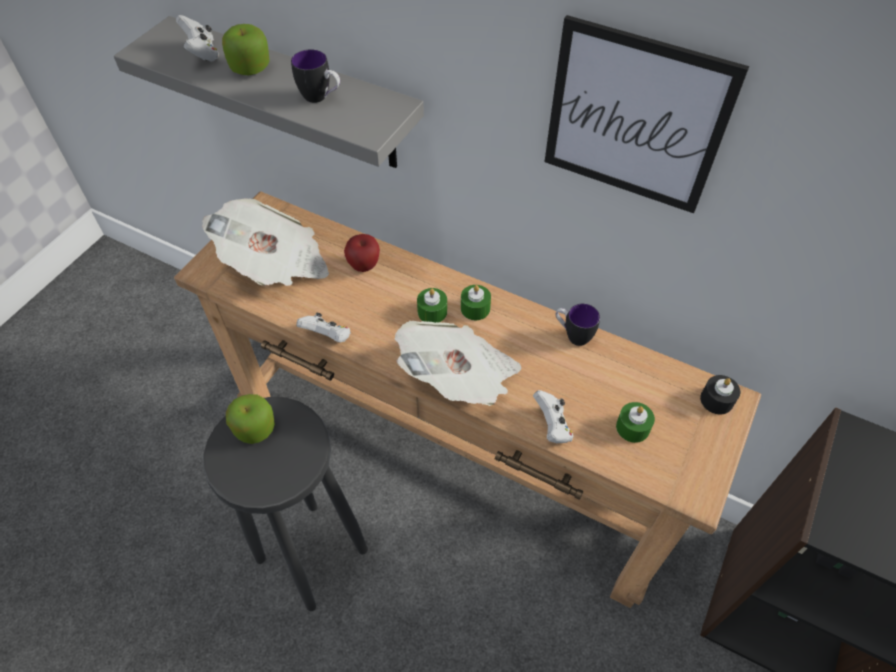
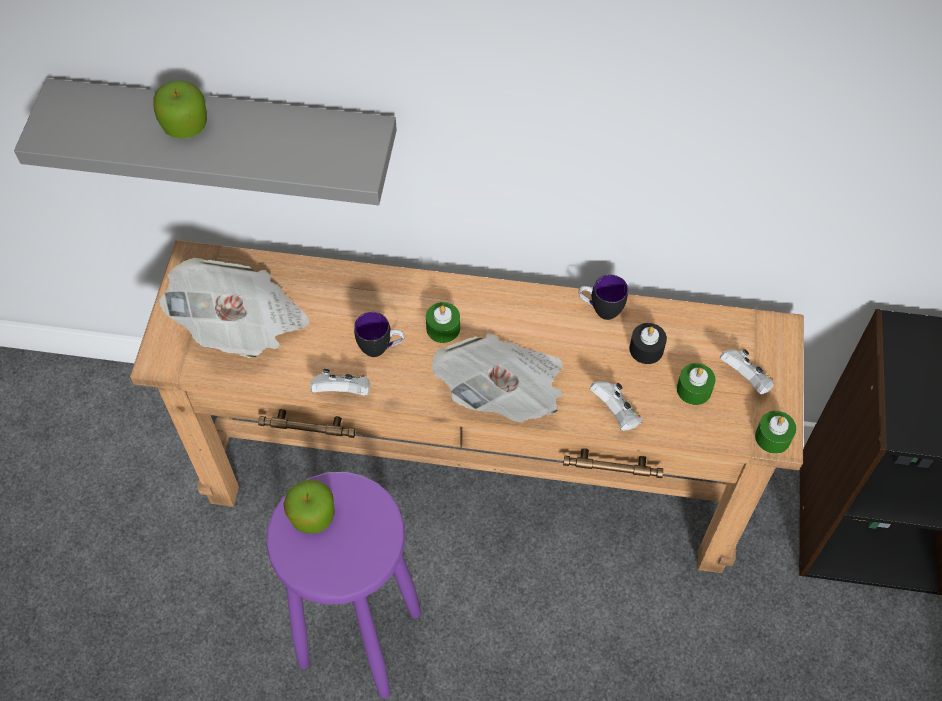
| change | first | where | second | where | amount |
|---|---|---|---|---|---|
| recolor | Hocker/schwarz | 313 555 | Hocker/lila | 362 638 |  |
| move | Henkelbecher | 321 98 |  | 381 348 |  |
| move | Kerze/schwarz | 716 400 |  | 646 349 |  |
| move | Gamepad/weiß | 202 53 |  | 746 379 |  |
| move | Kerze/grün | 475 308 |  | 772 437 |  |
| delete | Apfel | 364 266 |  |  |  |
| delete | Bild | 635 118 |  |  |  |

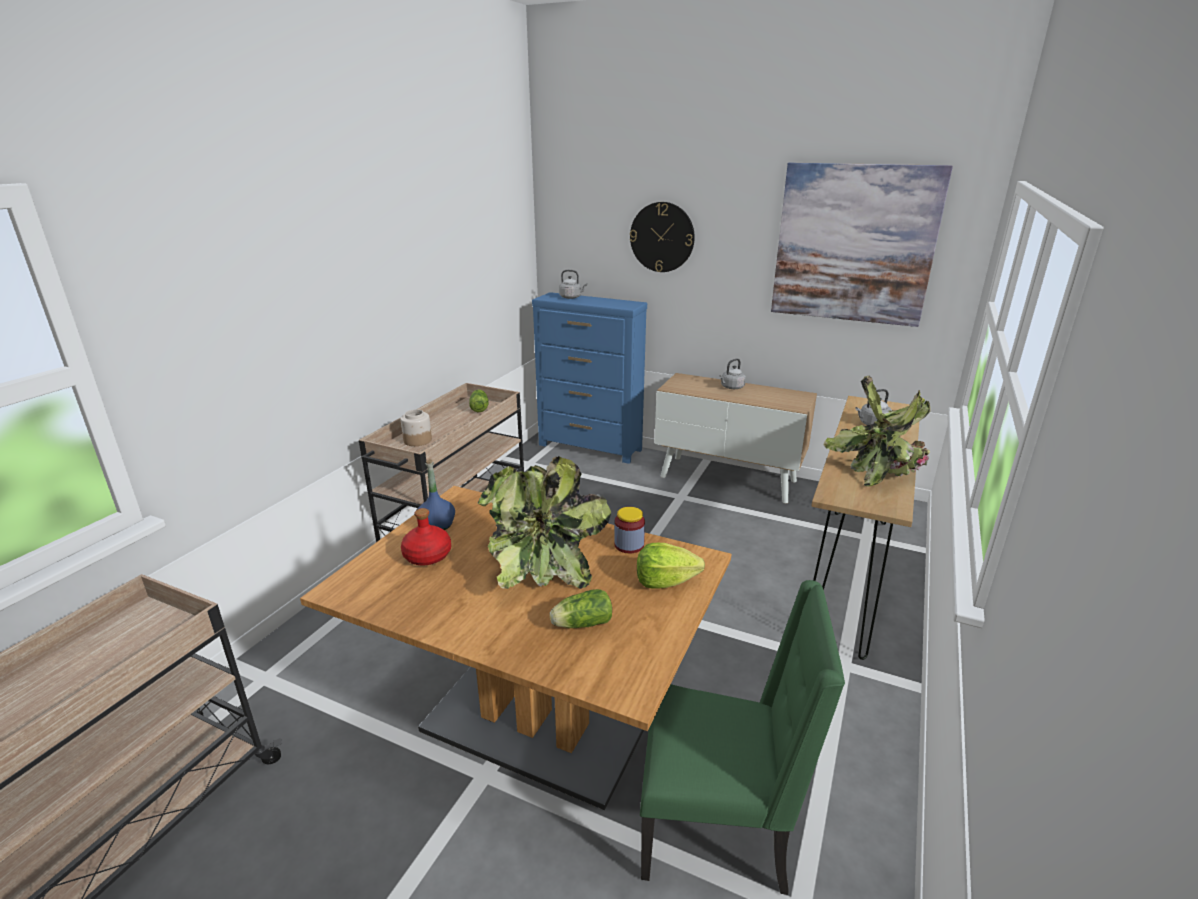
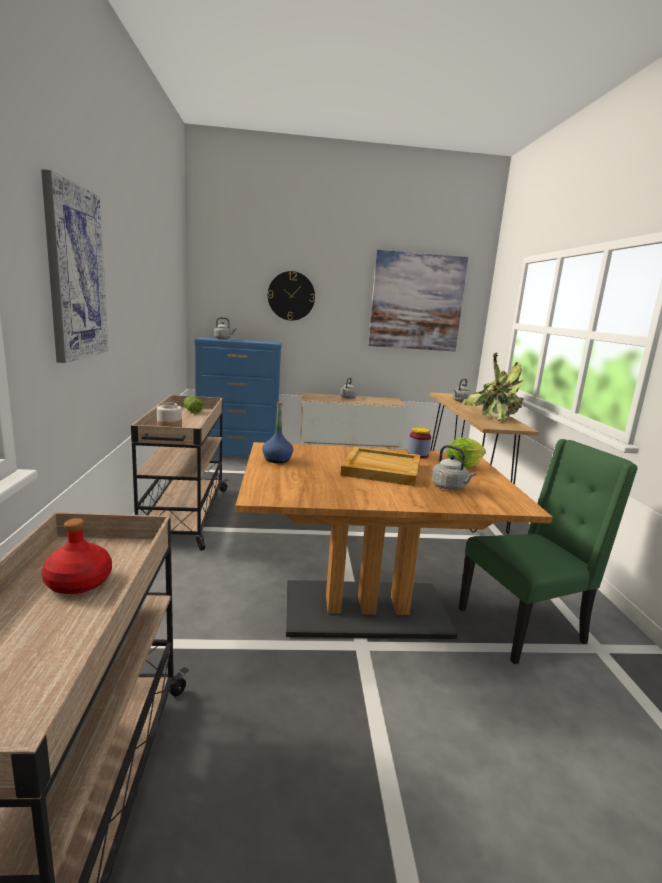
| change | first | where | second | where | amount |
|---|---|---|---|---|---|
| insert |  |  | Bild | 75 273 |  |
| move | Flasche/rot | 427 556 |  | 78 583 |  |
| replace | Topfpflanze | 537 567 | Tablett/beige | 381 469 |  |
| replace | Salatkopf | 580 624 | Wasserkessel/grau | 450 487 |  |

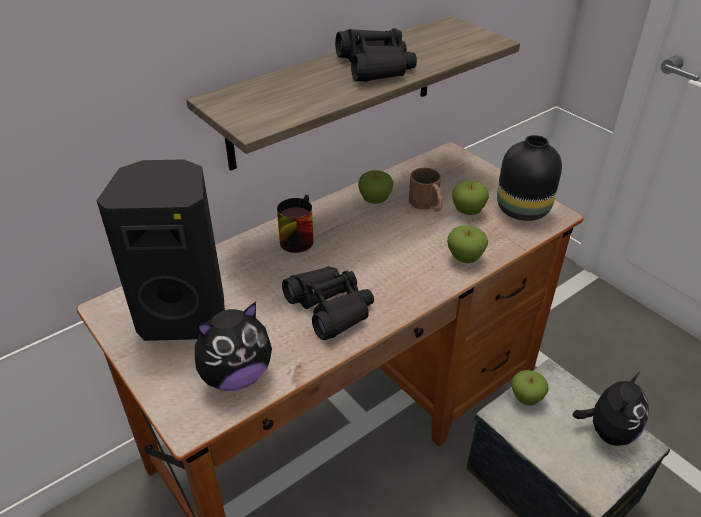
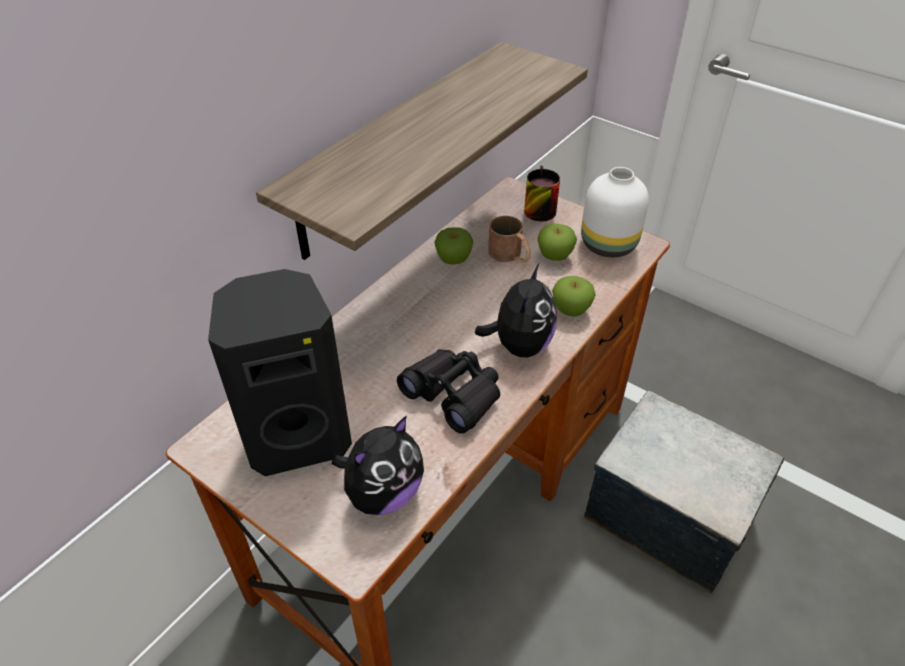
| change | first | where | second | where | amount |
|---|---|---|---|---|---|
| move | Plüschtier | 608 431 |  | 519 345 |  |
| move | Henkelbecher | 296 237 |  | 536 208 |  |
| recolor | Vase/schwarz | 524 210 | Vase/weiß | 610 245 |  |
| delete | Fernglas/schwarz | 375 66 |  |  |  |
| delete | Apfel | 526 398 |  |  |  |

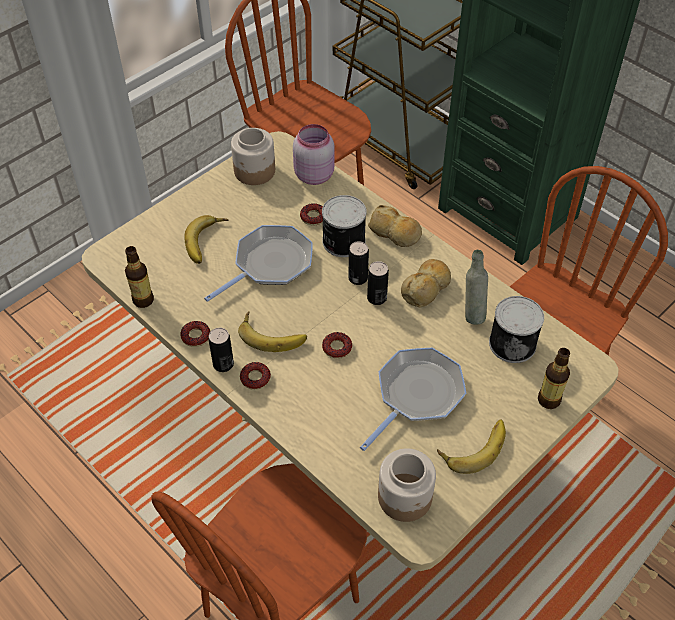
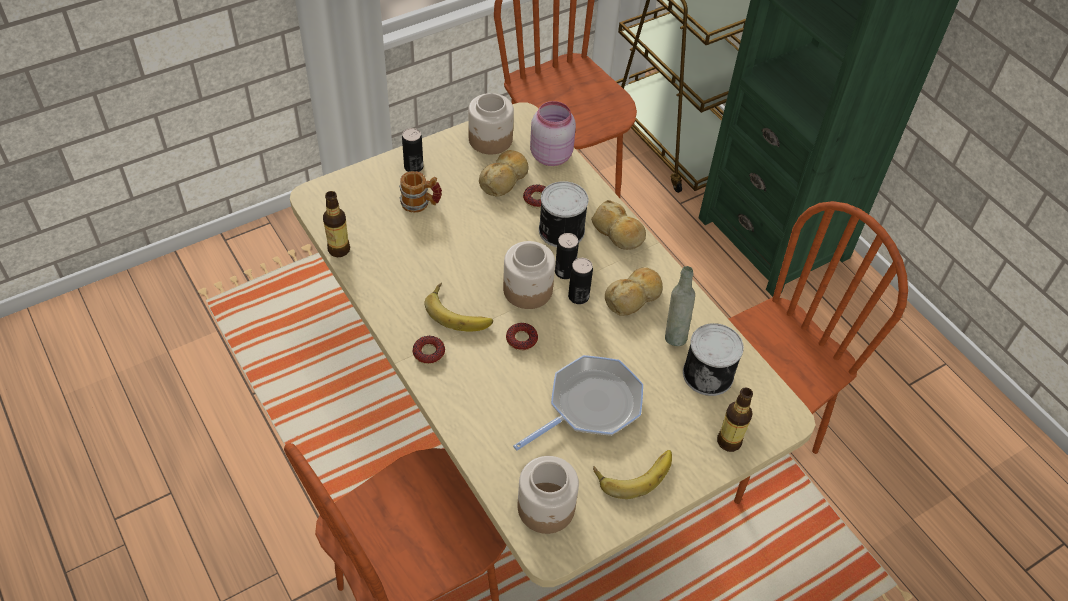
| change | first | where | second | where | amount |
|---|---|---|---|---|---|
| replace | Banane | 207 242 | Henkelbecher | 421 203 |  |
| move | Dose | 223 364 |  | 413 167 |  |
| insert |  |  | Brot | 504 179 |  |
| insert |  |  | Vorratsglas | 527 290 |  |
| delete | Donut | 196 336 |  |  |  |
| delete | Pfanne | 270 264 |  |  |  |

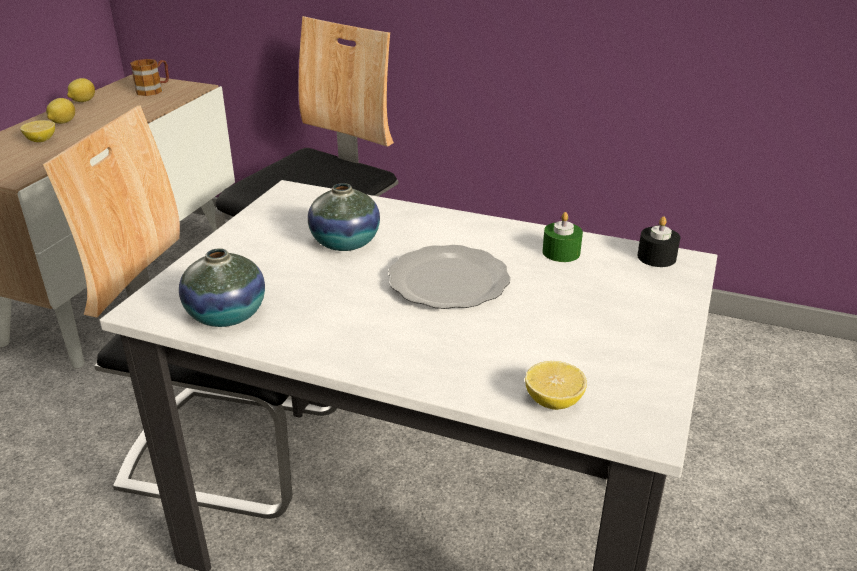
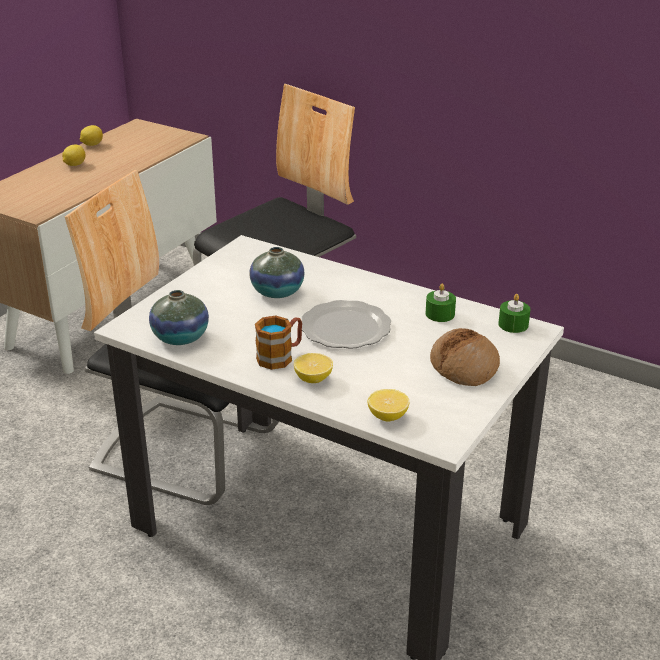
| change | first | where | second | where | amount |
|---|---|---|---|---|---|
| move | Henkelbecher | 154 90 |  | 280 356 |  |
| move | Zitrone | 41 140 |  | 313 379 |  |
| insert |  |  | Brot | 464 367 |  |
| recolor | Kerze/schwarz | 656 257 | Kerze/grün | 513 324 |  |

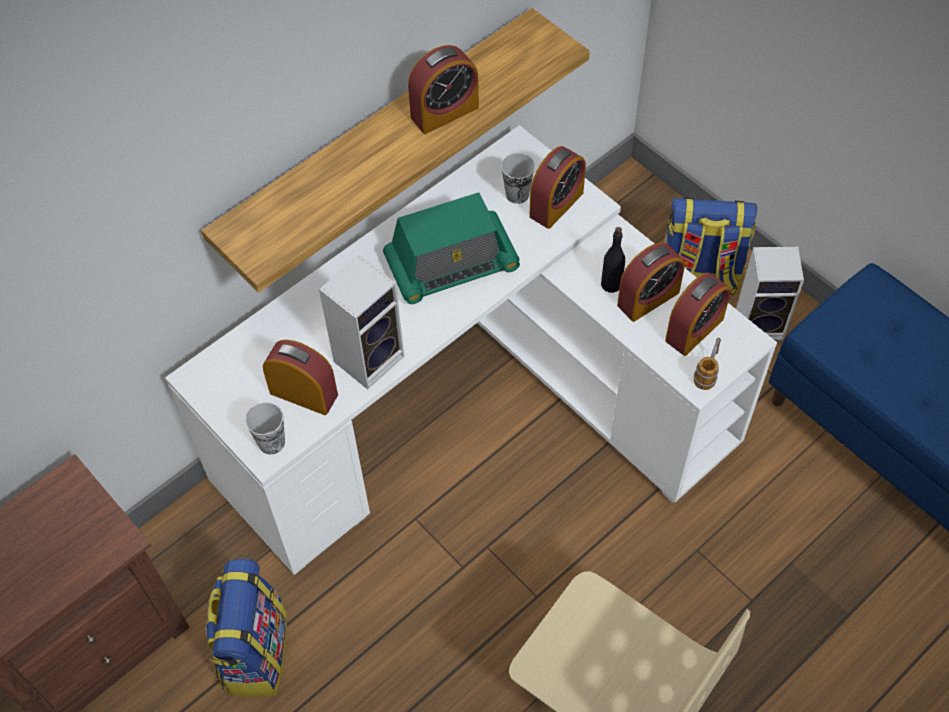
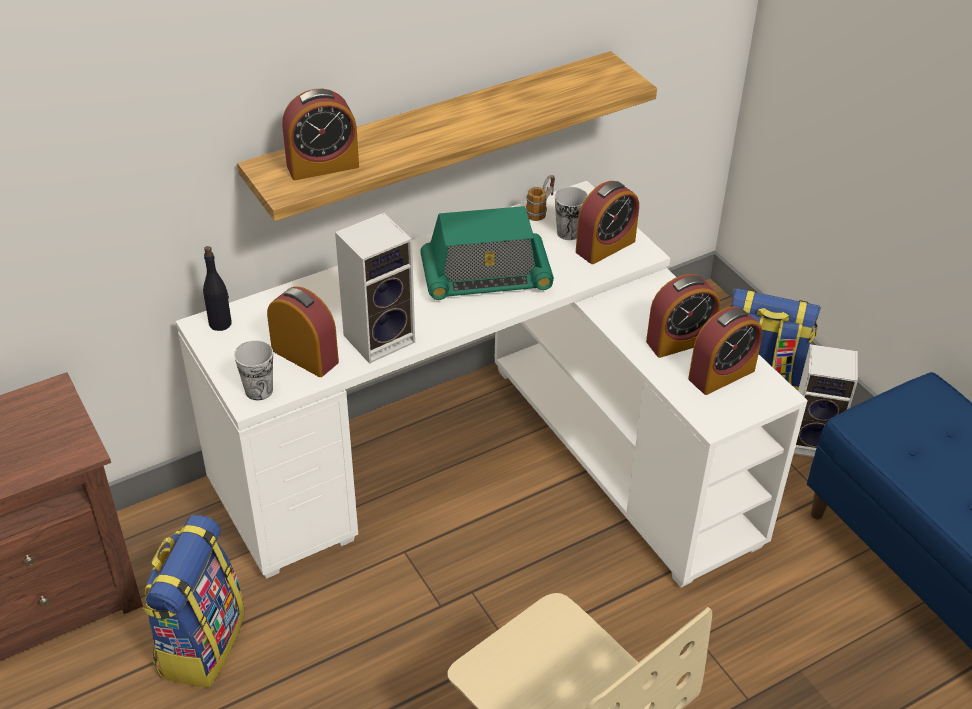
| change | first | where | second | where | amount |
|---|---|---|---|---|---|
| move | Flasche/schwarz | 611 284 |  | 220 323 |  |
| move | Wecker | 444 112 |  | 322 166 |  |
| move | Henkelbecher | 707 372 |  | 541 210 |  |

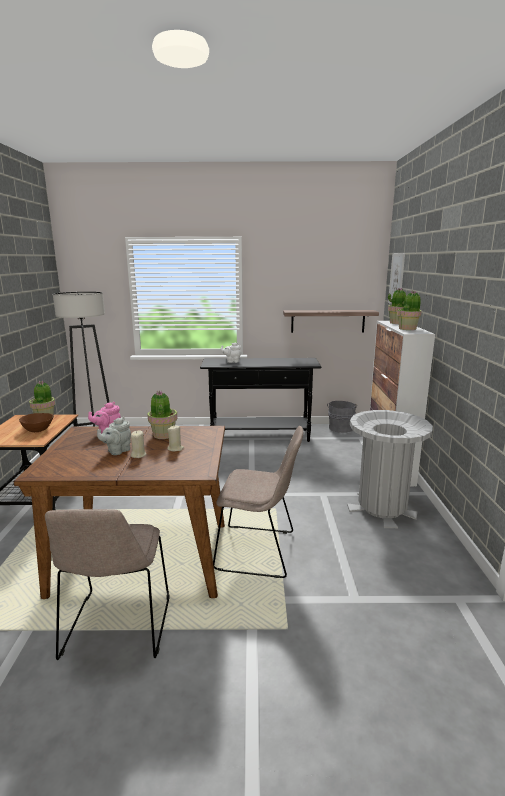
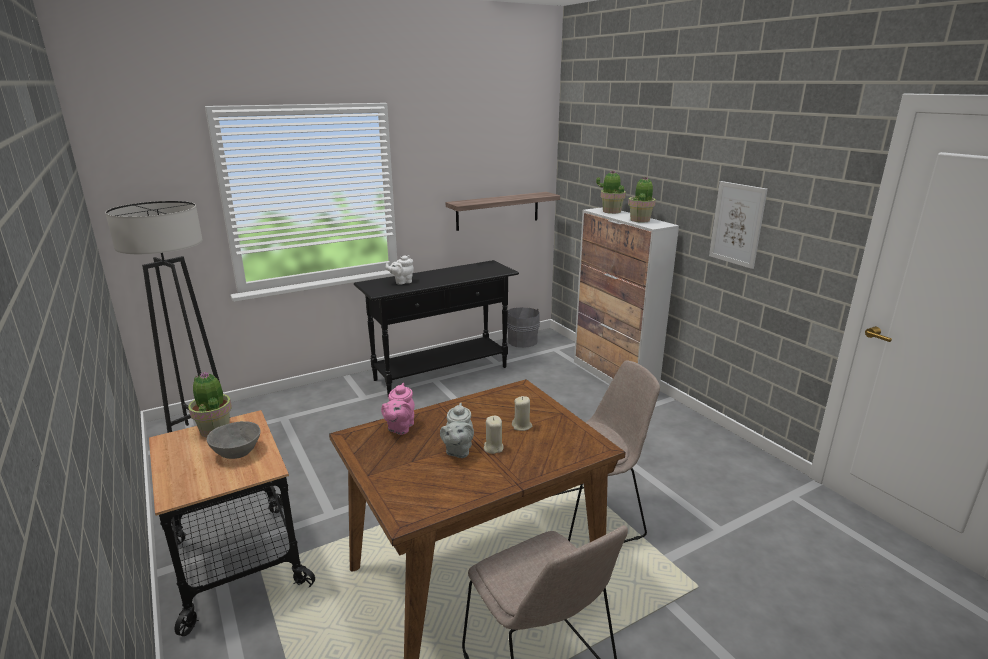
| change | first | where | second | where | amount |
|---|---|---|---|---|---|
| recolor | Schüssel/braun | 38 430 | Schüssel/grau | 238 452 |  |
| move | Bild | 396 279 |  | 737 224 |  |
| delete | Topfpflanze | 163 435 |  |  |  |
| delete | Mülleimer/grau | 382 508 |  |  |  |

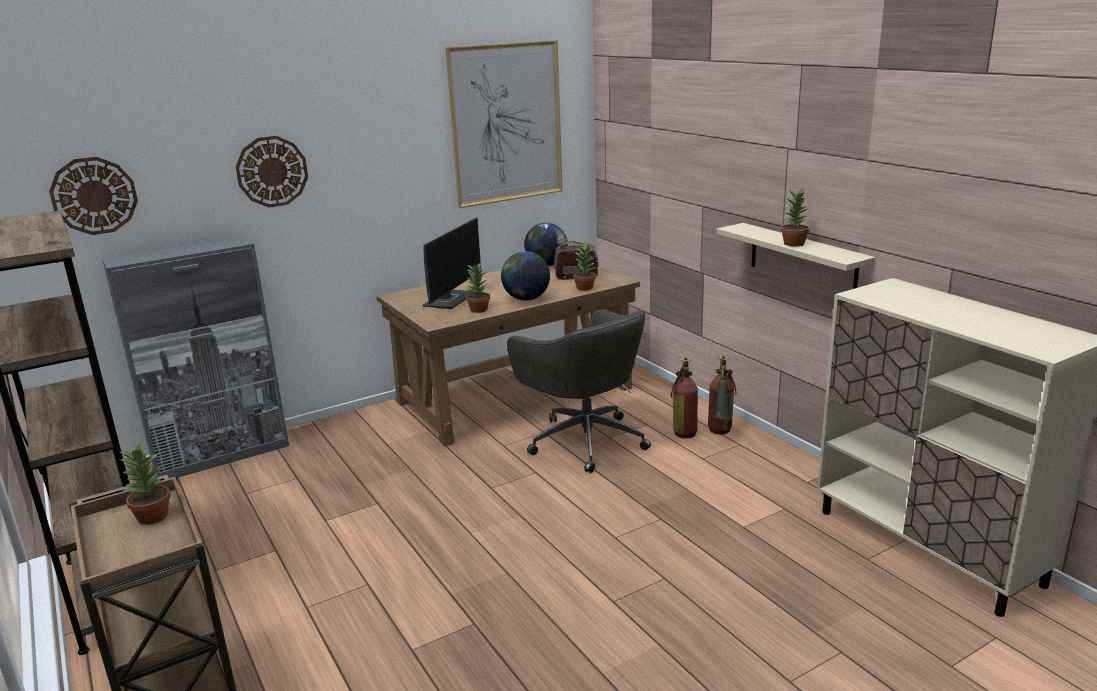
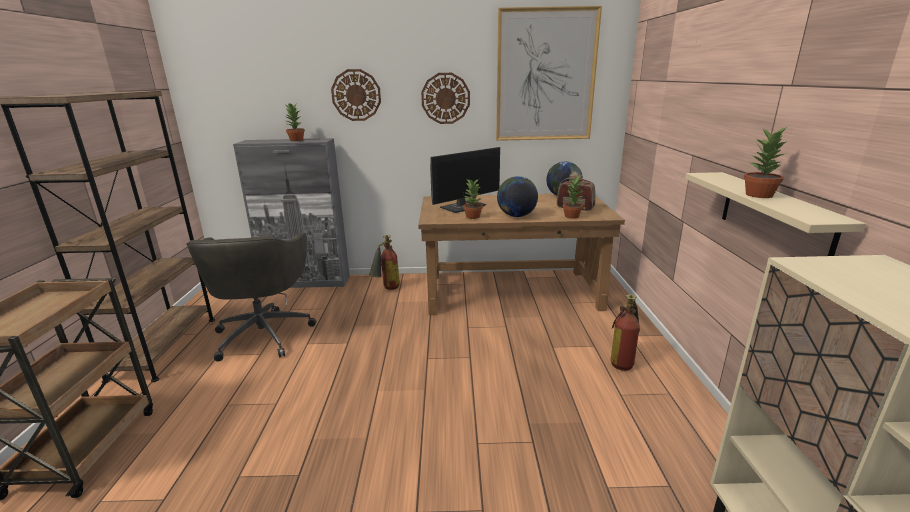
| change | first | where | second | where | amount |
|---|---|---|---|---|---|
| move | Bürostuhl/grau | 584 440 |  | 264 333 |  |
| move | Topfpflanze | 152 517 |  | 296 140 |  |
| move | Feuerlöscher | 720 435 |  | 386 289 |  |
| move | Wanduhr | 94 196 |  | 445 98 |  |

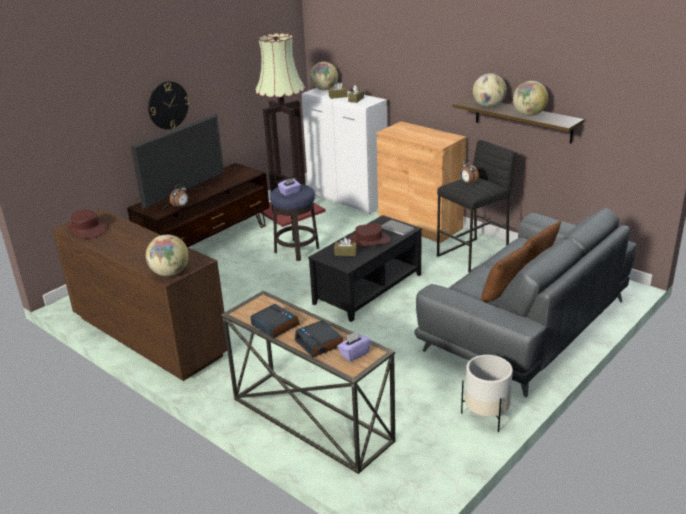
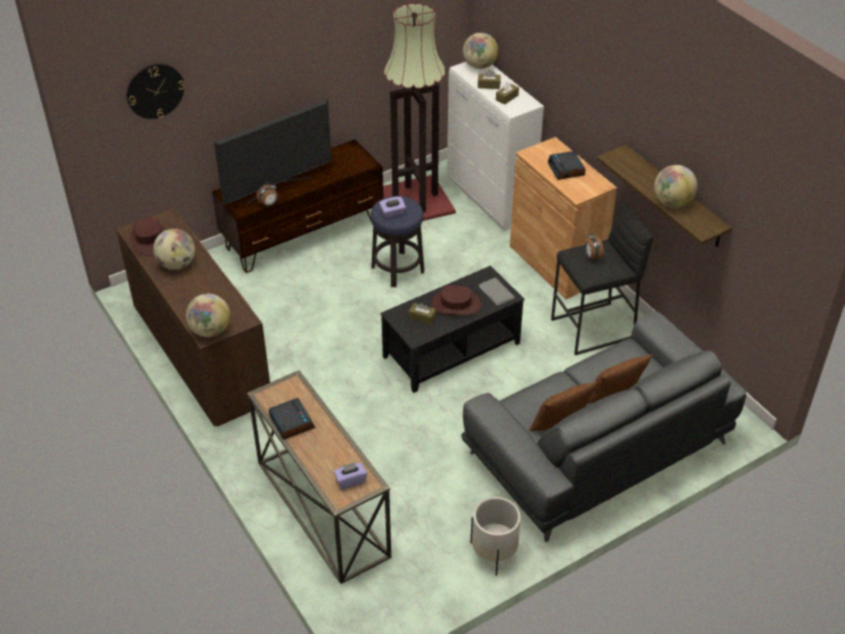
| change | first | where | second | where | amount |
|---|---|---|---|---|---|
| move | Wanduhr | 168 105 |  | 155 91 |  |
| move | Globus | 488 106 |  | 177 264 |  |
| move | Wecker | 319 343 |  | 566 169 |  |

